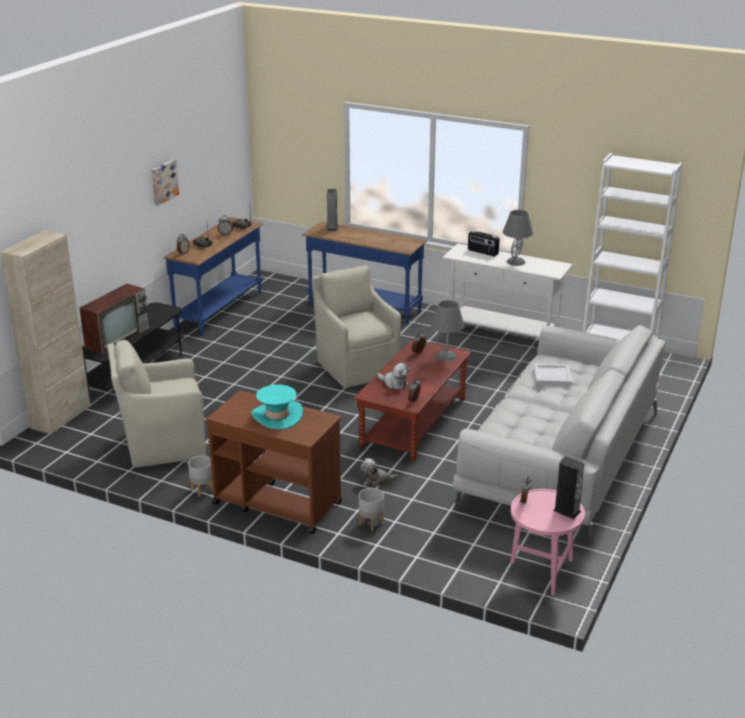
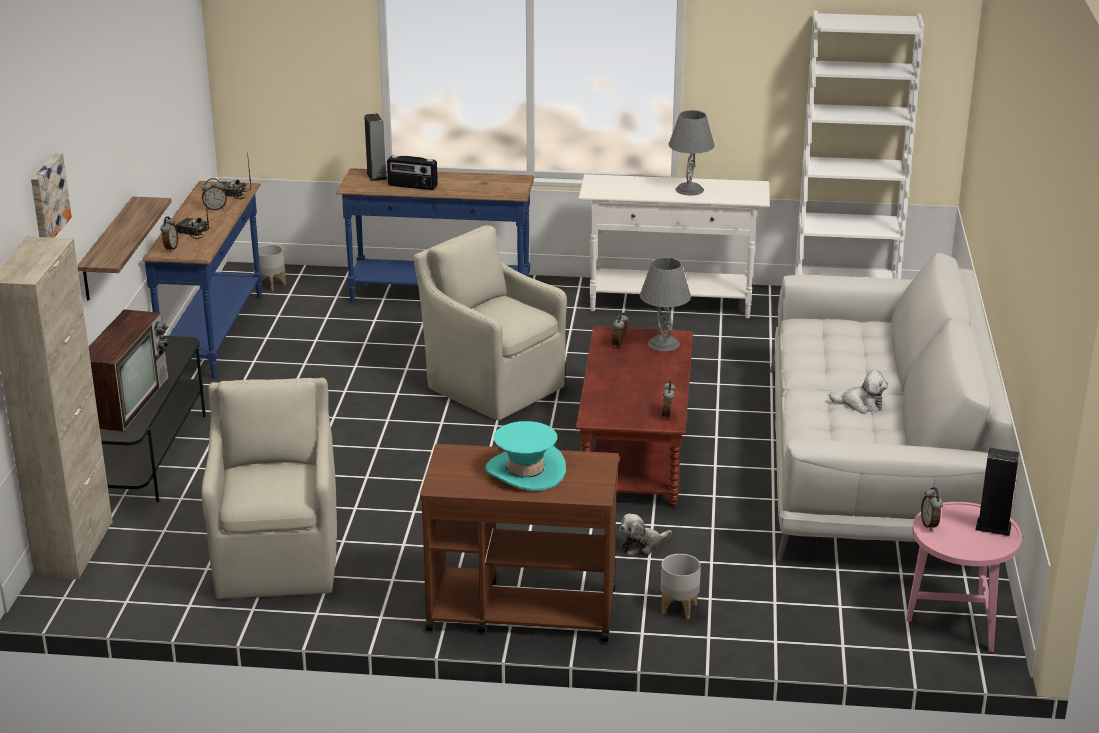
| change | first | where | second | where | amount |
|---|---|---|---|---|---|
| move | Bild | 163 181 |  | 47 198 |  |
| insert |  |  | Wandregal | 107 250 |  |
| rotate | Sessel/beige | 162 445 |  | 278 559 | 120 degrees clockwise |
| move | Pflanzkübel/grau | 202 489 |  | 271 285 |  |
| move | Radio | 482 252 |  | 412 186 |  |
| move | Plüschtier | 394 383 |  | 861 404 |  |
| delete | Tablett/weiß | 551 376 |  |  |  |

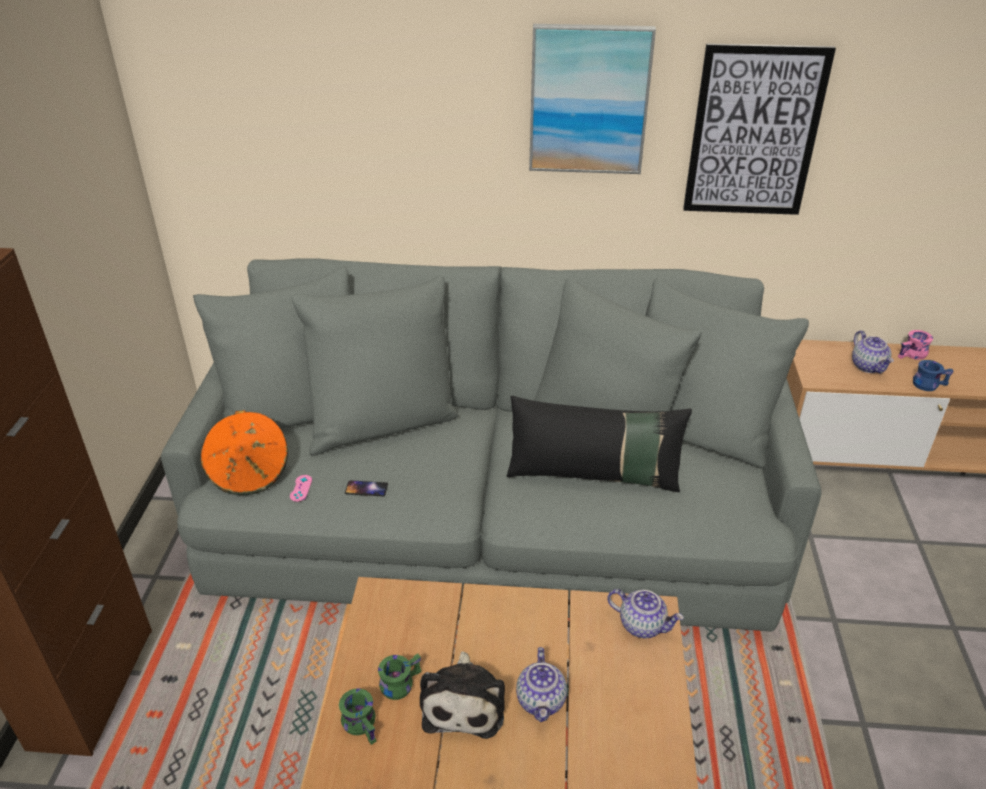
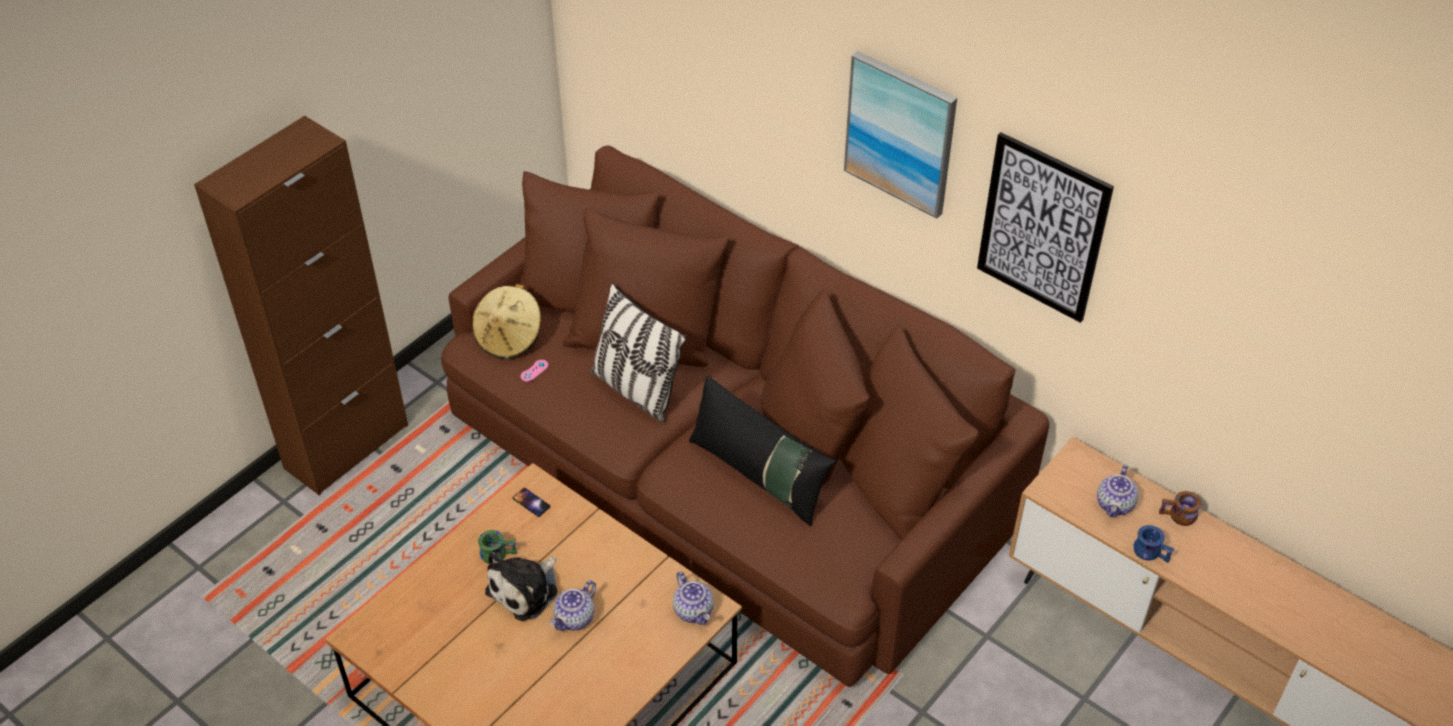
| change | first | where | second | where | amount |
|---|---|---|---|---|---|
| recolor | Sofa/grau | 493 513 | Sofa/braun | 727 465 |  |
| recolor | Hut/orange | 249 473 | Hut/beige | 509 338 |  |
| move | Handy | 366 489 |  | 531 502 |  |
| insert |  |  | Kissen | 636 390 |  |
| recolor | Henkelbecher/rosa | 913 355 | Henkelbecher/braun | 1178 517 |  |
| delete | Henkelbecher/grün | 363 724 |  |  |  |

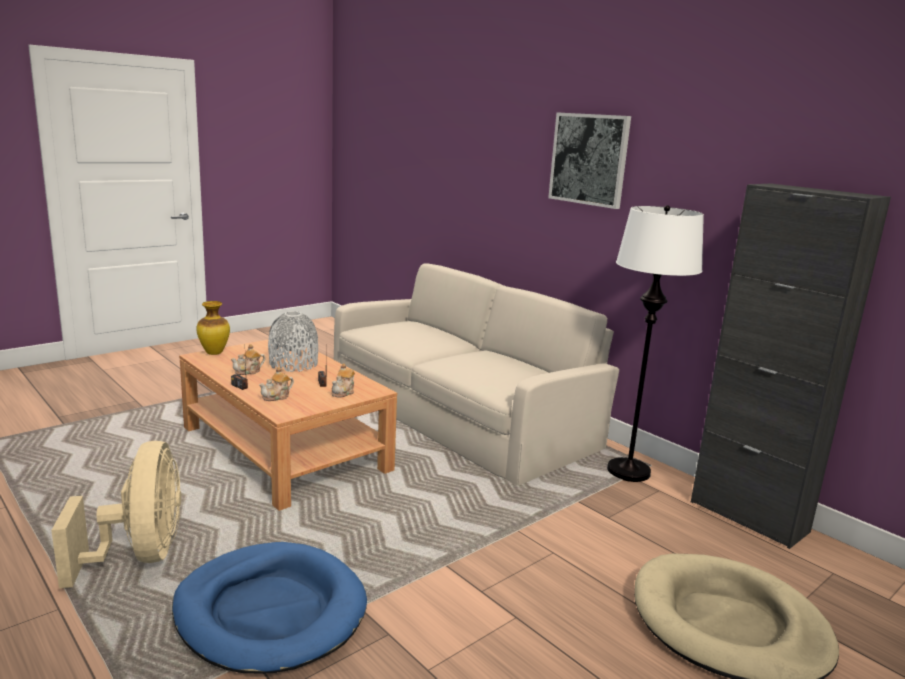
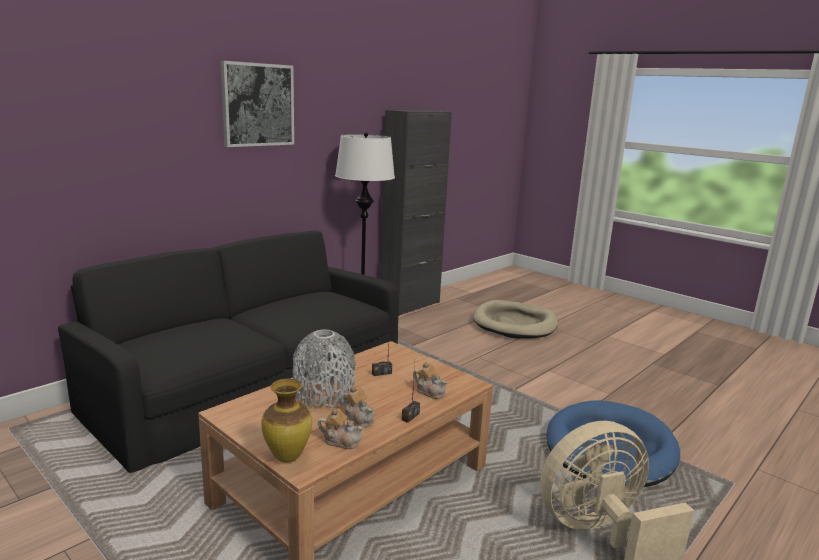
| change | first | where | second | where | amount |
|---|---|---|---|---|---|
| recolor | Sofa/beige | 461 412 | Sofa/schwarz | 249 383 |  |
| move | Teekanne | 343 392 |  | 341 441 |  |

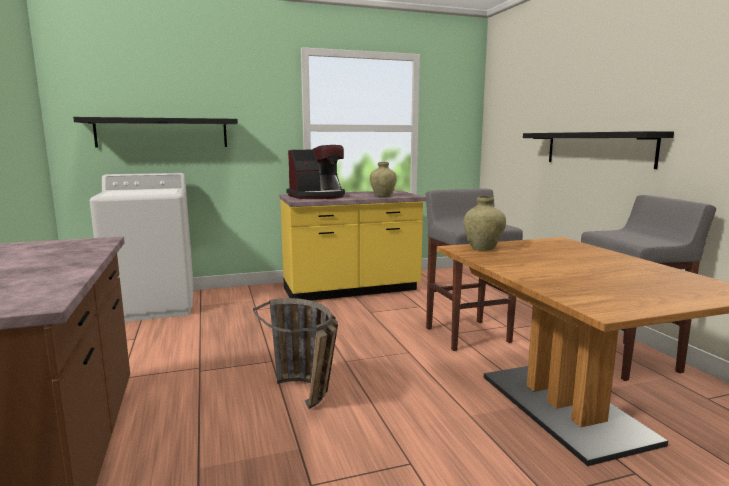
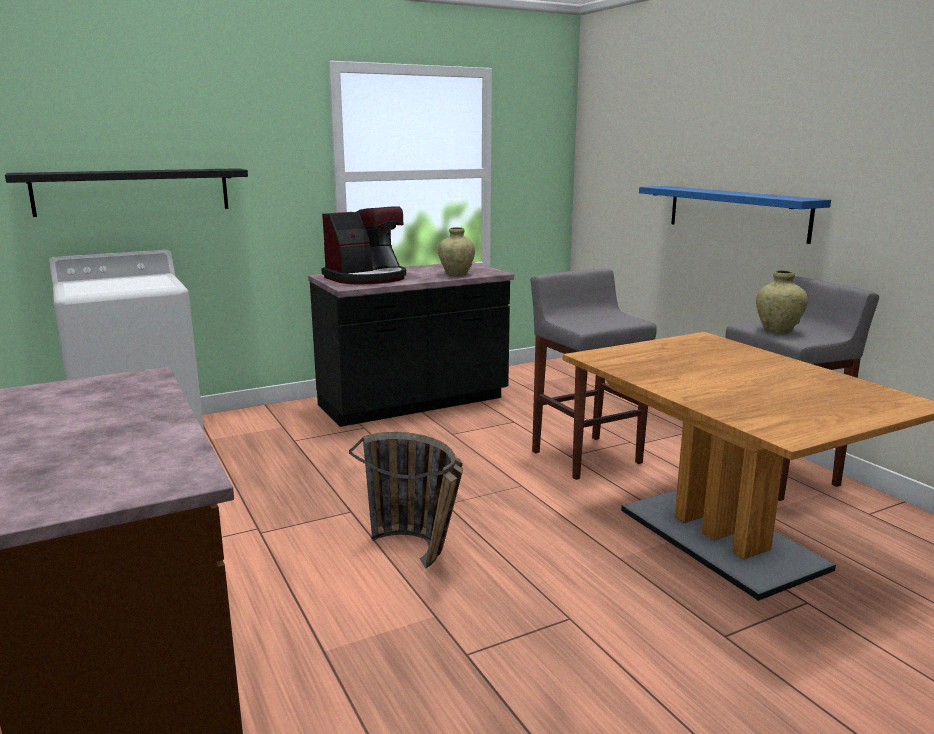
| change | first | where | second | where | amount |
|---|---|---|---|---|---|
| recolor | Küchenzeile/gelb | 351 290 | Küchenzeile/schwarz | 414 403 |  |
| recolor | Wandregal/schwarz | 597 148 | Wandregal/blau | 736 212 |  |
| move | Vase/beige | 483 248 |  | 777 331 |  |

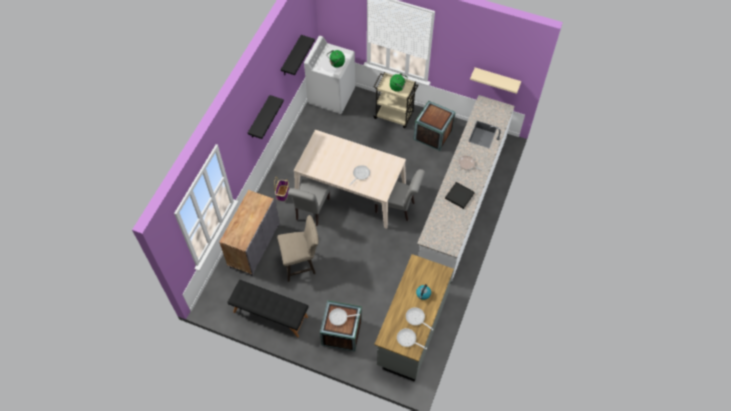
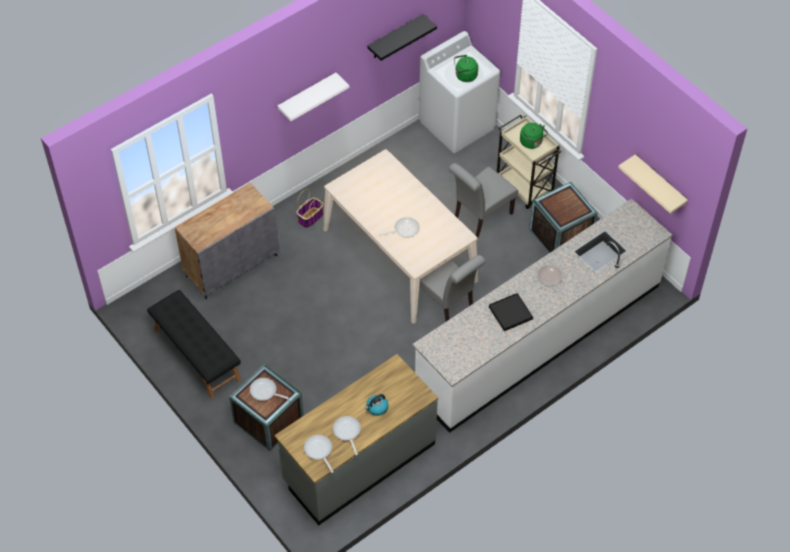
| change | first | where | second | where | amount |
|---|---|---|---|---|---|
| recolor | Wandregal/schwarz | 259 118 | Wandregal/weiß | 307 96 |  |
| move | Stuhl/grau | 311 211 |  | 480 218 |  |
| delete | Hocker/beige | 301 263 |  |  |  |

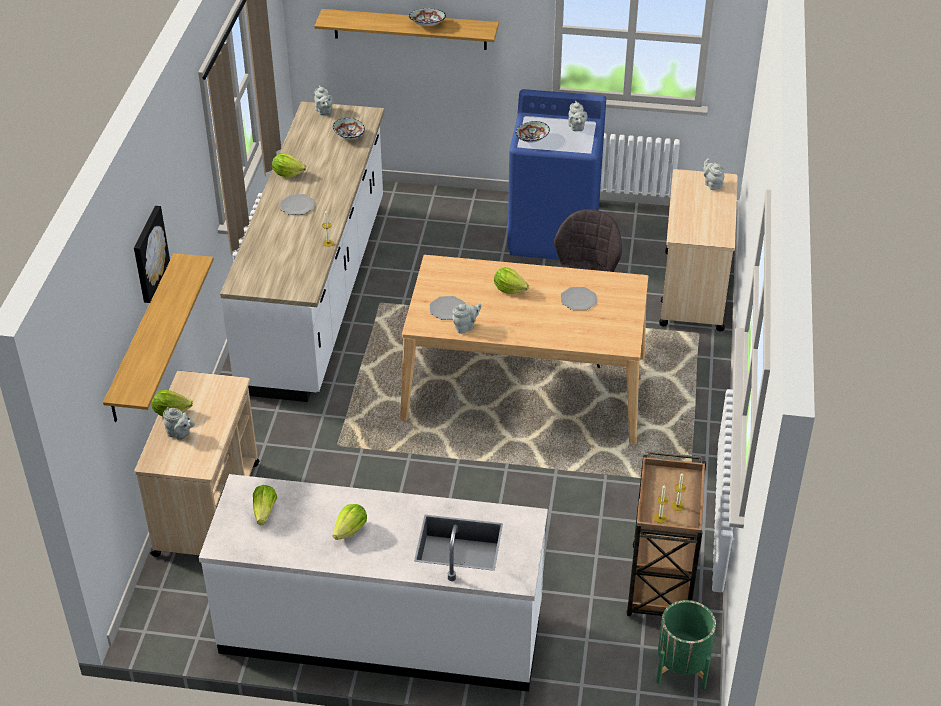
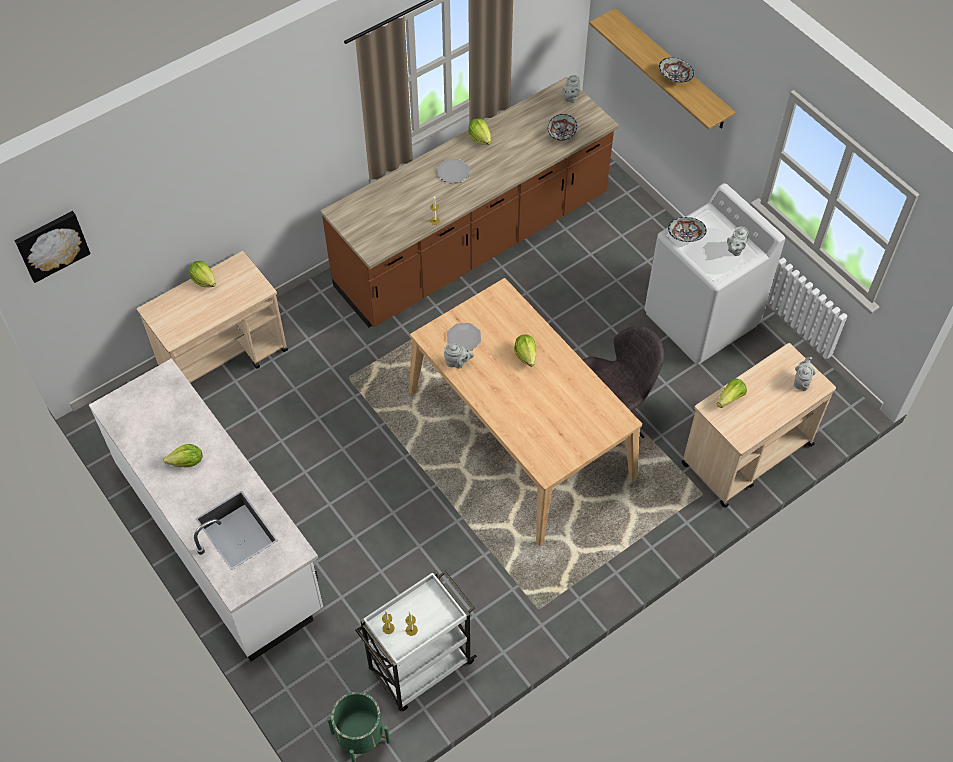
| change | first | where | second | where | amount |
|---|---|---|---|---|---|
| move | Bild | 148 253 |  | 51 245 |  |
| recolor | Küchenzeile/weiß | 317 293 | Küchenzeile/braun | 473 243 |  |
| recolor | Rollwagen/braun | 660 586 | Rollwagen/weiß | 419 667 |  |
| recolor | Waschmaschine/blau | 554 234 | Waschmaschine/weiß | 701 319 |  |
| move | Salatkopf | 264 512 |  | 730 398 |  |
| delete | Wandregal | 142 338 |  |  |  |
| delete | Teekanne/grau | 180 434 |  |  |  |
| delete | Teller | 578 300 |  |  |  |

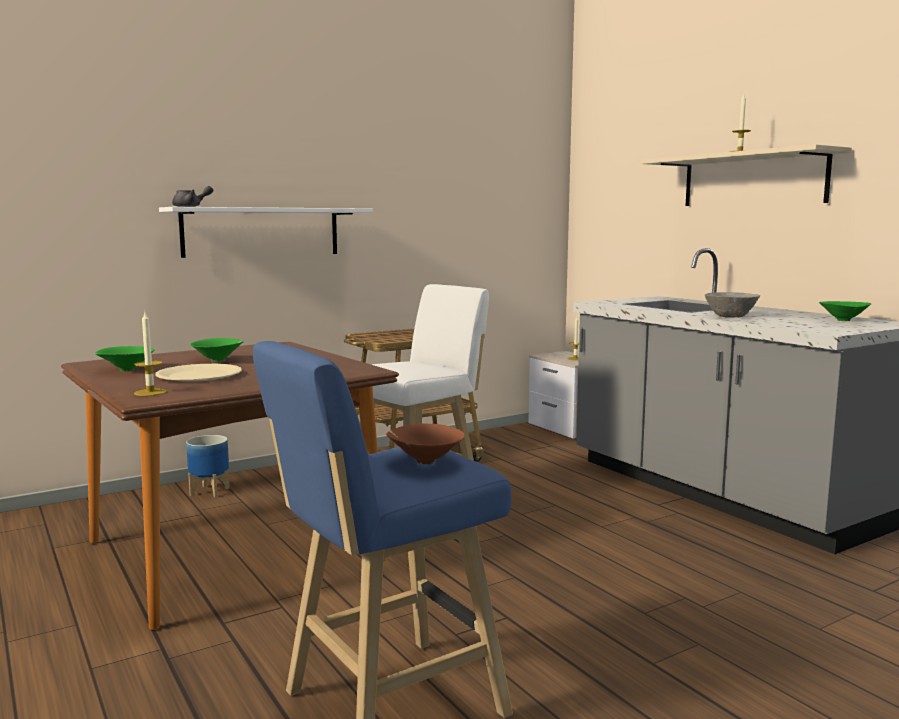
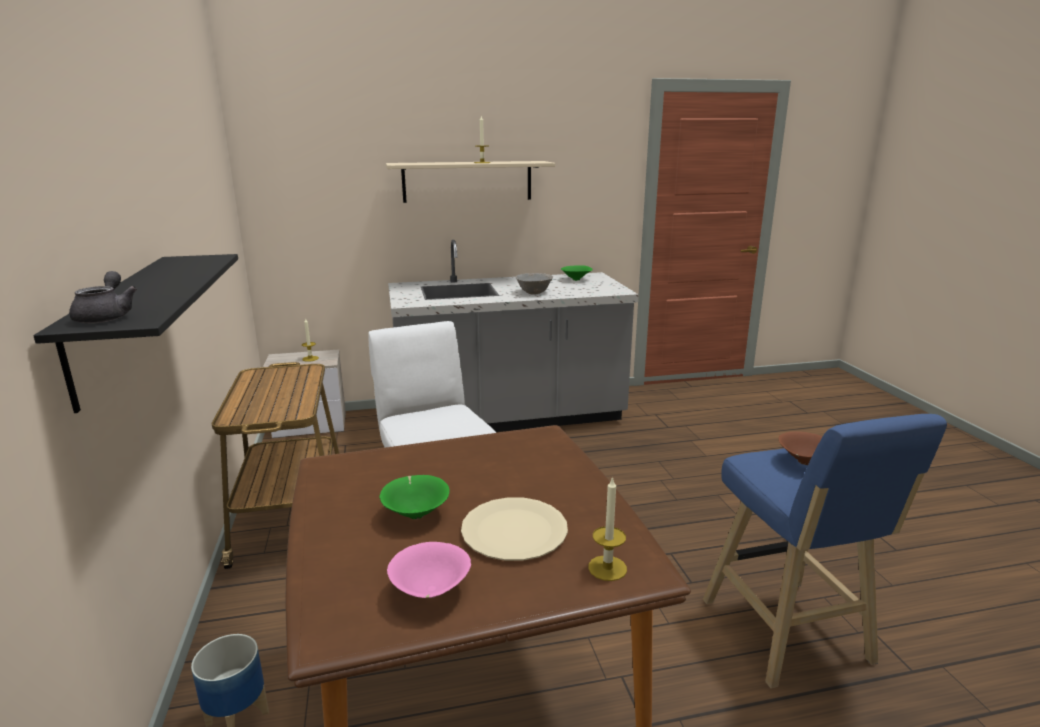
| change | first | where | second | where | amount |
|---|---|---|---|---|---|
| recolor | Wandregal/weiß | 261 232 | Wandregal/schwarz | 121 324 |  |
| recolor | Schüssel/grün | 125 370 | Schüssel/rosa | 430 593 |  |

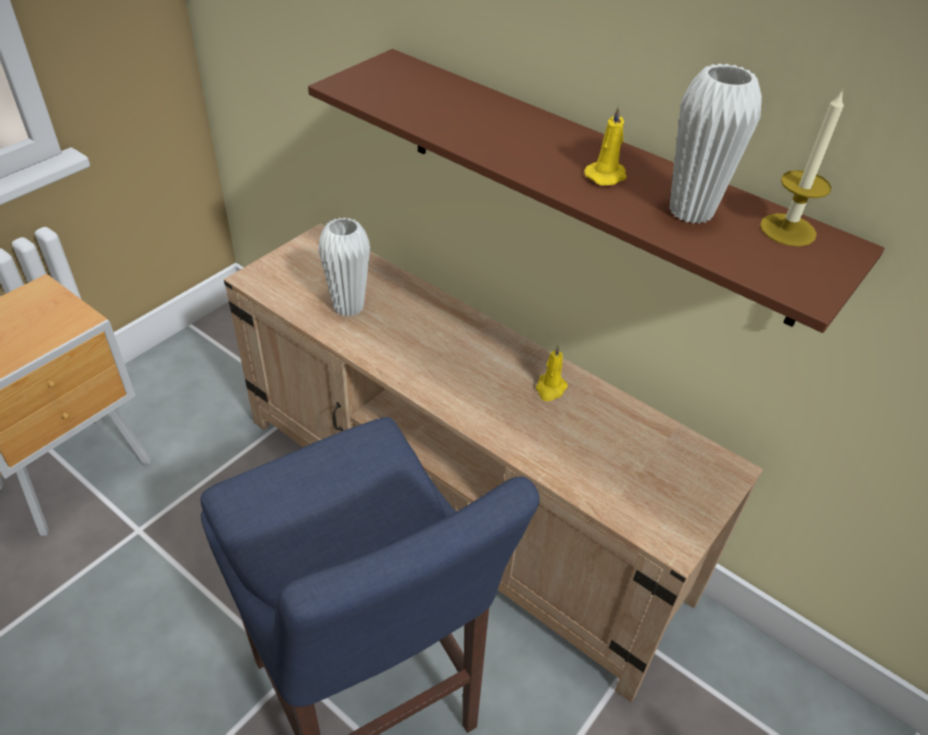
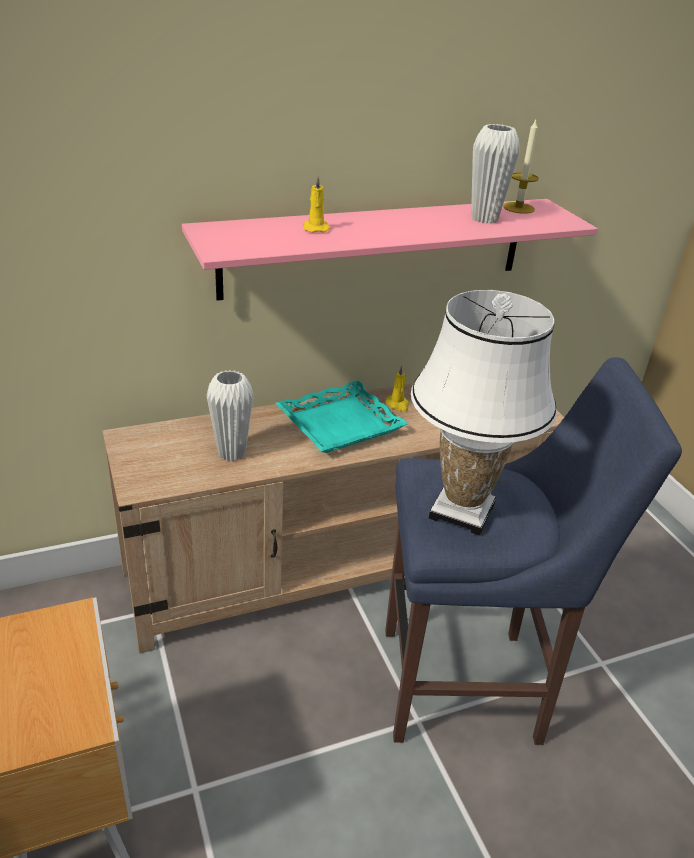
| change | first | where | second | where | amount |
|---|---|---|---|---|---|
| recolor | Wandregal/braun | 593 182 | Wandregal/rosa | 376 247 |  |
| insert |  |  | Tablett/türkis | 340 423 |  |
| move | Kerze/gelb | 606 176 |  | 315 228 |  |
| insert |  |  | Tischlampe/weiß | 462 511 |  |

